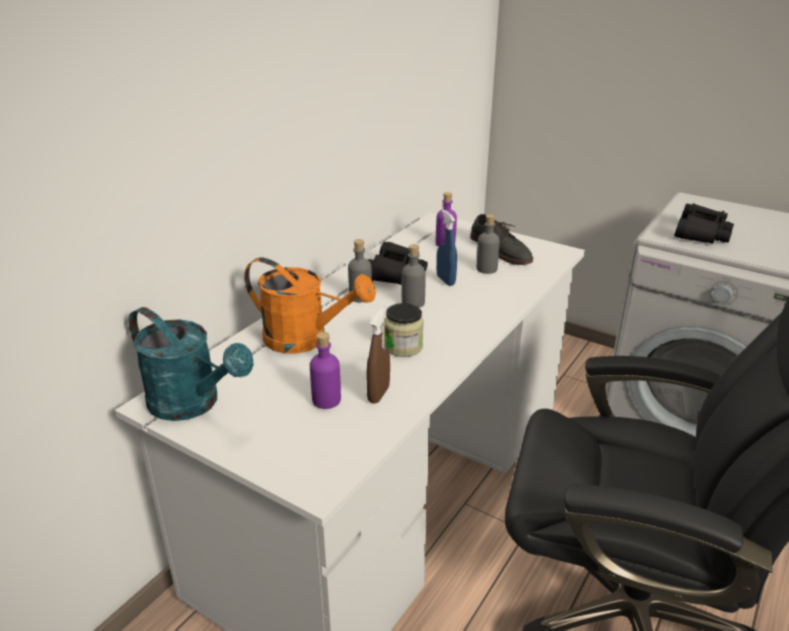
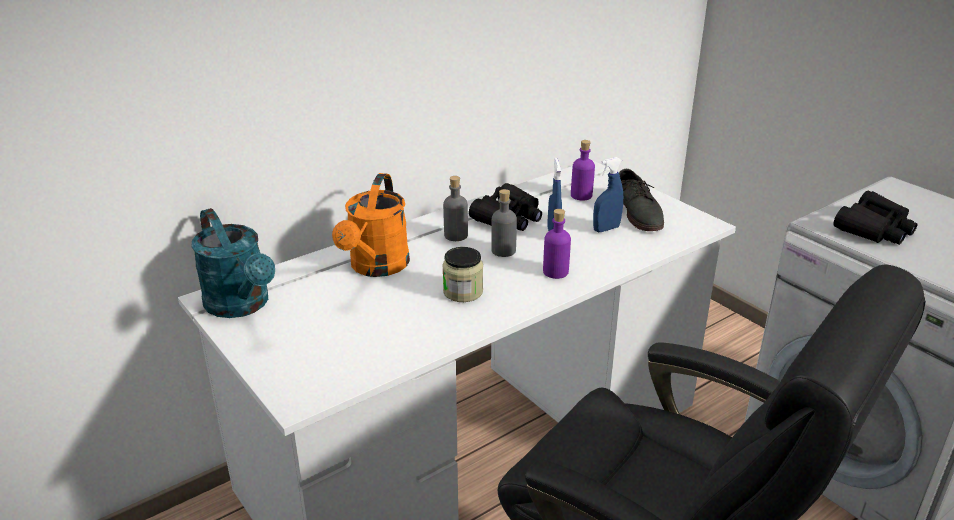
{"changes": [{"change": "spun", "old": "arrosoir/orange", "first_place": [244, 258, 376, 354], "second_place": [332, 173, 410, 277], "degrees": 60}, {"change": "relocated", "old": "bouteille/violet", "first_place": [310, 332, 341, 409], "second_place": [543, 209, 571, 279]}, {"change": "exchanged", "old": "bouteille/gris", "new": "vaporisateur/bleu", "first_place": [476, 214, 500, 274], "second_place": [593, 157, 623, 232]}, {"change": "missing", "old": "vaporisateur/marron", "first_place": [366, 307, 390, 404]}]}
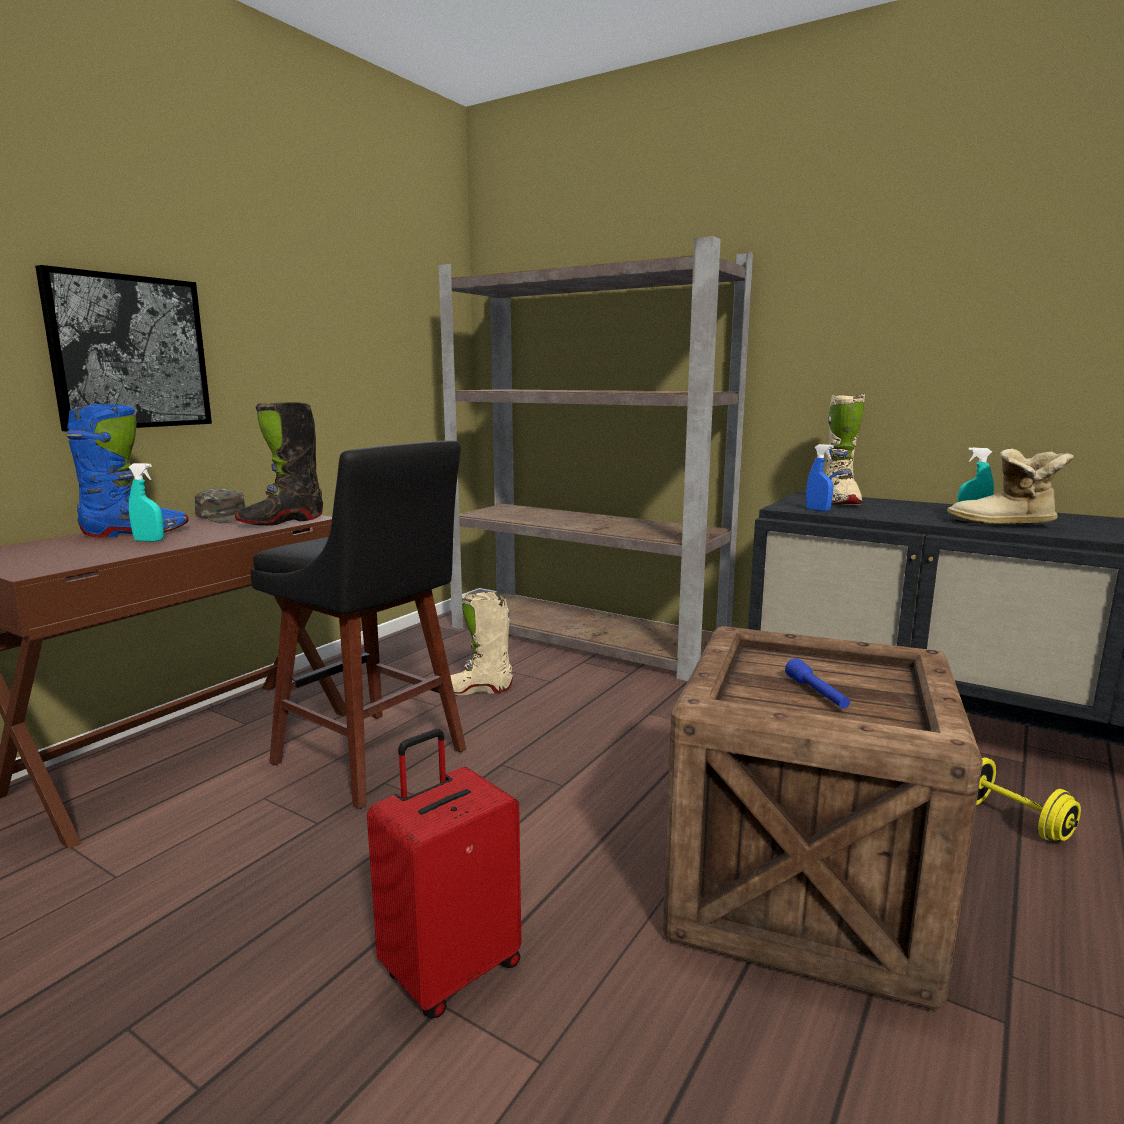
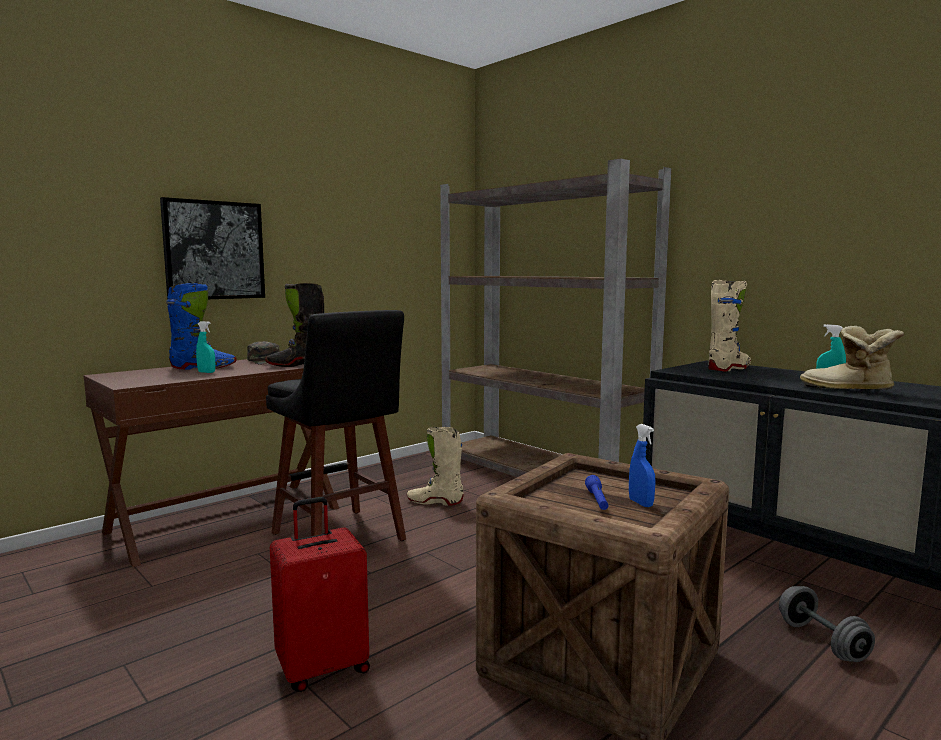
{"changes": [{"change": "relocated", "old": "vaporisateur/bleu", "first_place": [806, 444, 834, 511], "second_place": [629, 424, 656, 507]}, {"change": "spun", "old": "botte/beige", "first_place": [826, 394, 865, 505], "second_place": [709, 280, 751, 372], "degrees": -150}, {"change": "colour", "old": "haltère/jaune", "new": "haltère/gris", "first_place": [976, 758, 1081, 841], "second_place": [779, 586, 875, 662]}]}
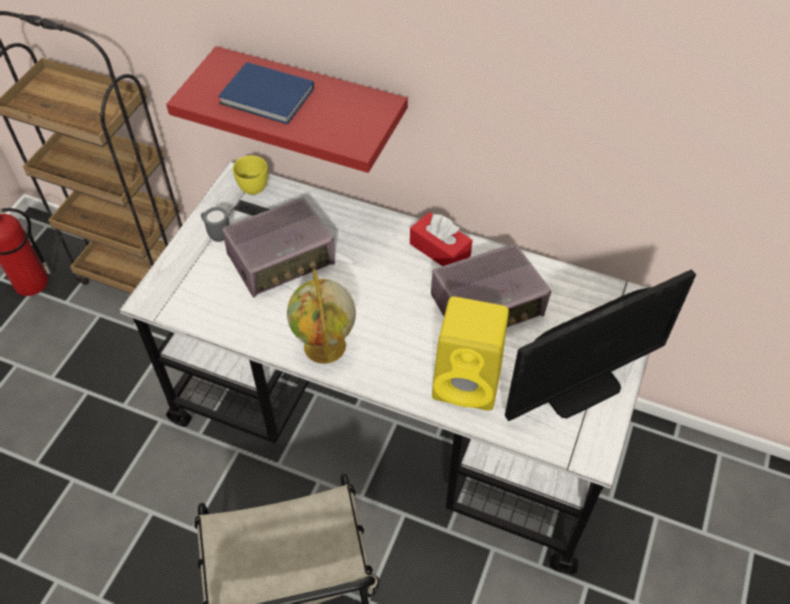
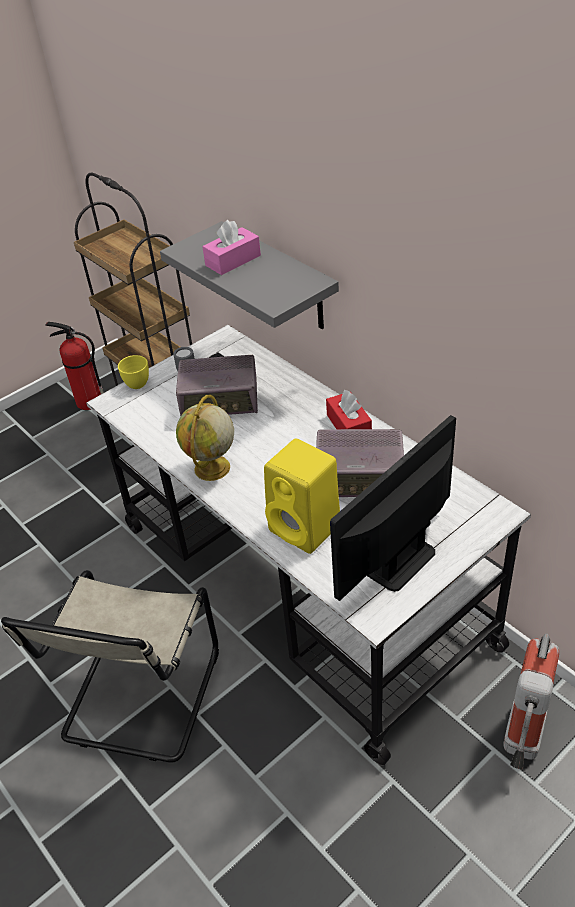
{"changes": [{"change": "relocated", "old": "tasse/jaune", "first_place": [233, 155, 268, 195], "second_place": [118, 355, 149, 389]}, {"change": "colour", "old": "étagère/rouge", "new": "étagère/gris", "first_place": [166, 46, 408, 173], "second_place": [160, 221, 339, 329]}, {"change": "exchanged", "old": "livre/bleu", "new": "boîte à mouchoirs/rose", "first_place": [218, 62, 314, 124], "second_place": [202, 220, 261, 275]}, {"change": "spun", "old": "écran d'ordinateur", "first_place": [505, 270, 696, 421], "second_place": [330, 415, 456, 601], "degrees": 135}, {"change": "appeared", "new": "extincteur", "second_place": [503, 633, 559, 769]}]}
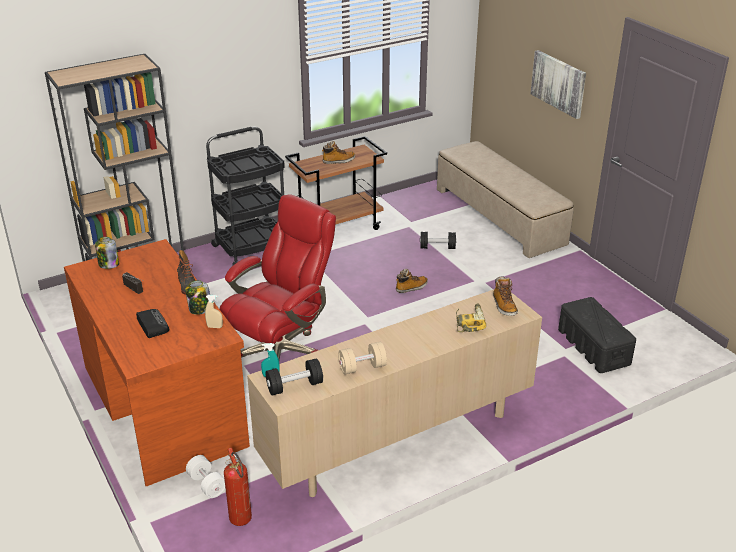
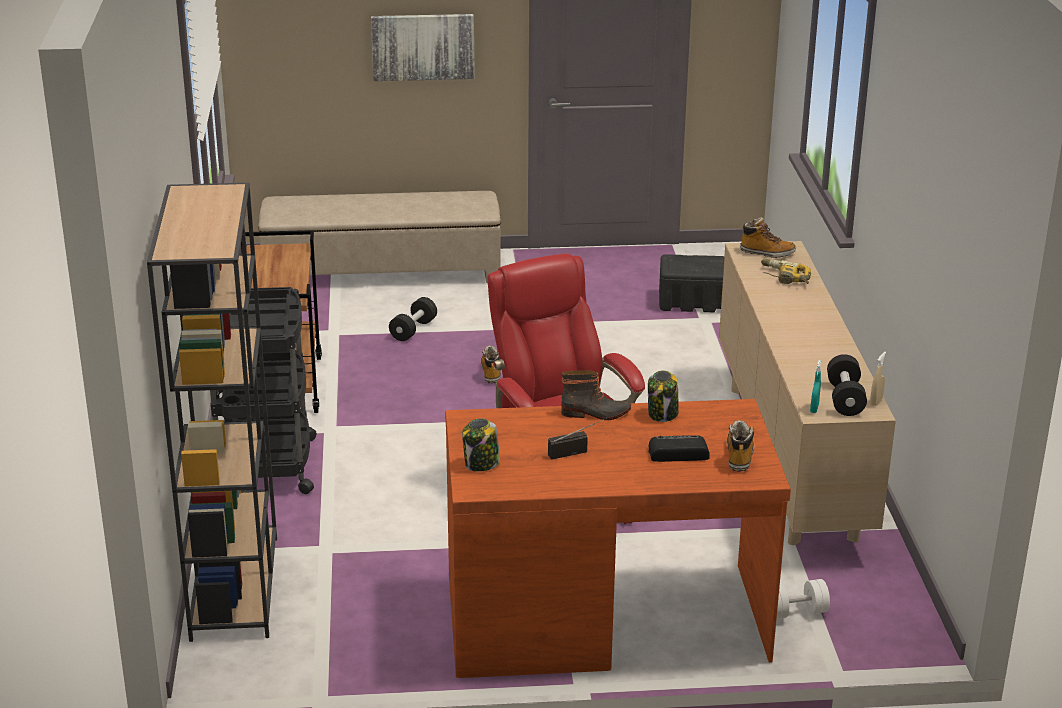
{"changes": [{"change": "relocated", "old": "botte", "first_place": [322, 141, 355, 164], "second_place": [727, 420, 755, 472]}, {"change": "relocated", "old": "vaporisateur/beige", "first_place": [205, 295, 223, 328], "second_place": [870, 352, 886, 406]}, {"change": "missing", "old": "extincteur", "first_place": [224, 448, 252, 526]}, {"change": "missing", "old": "haltère/beige", "first_place": [338, 342, 387, 375]}]}
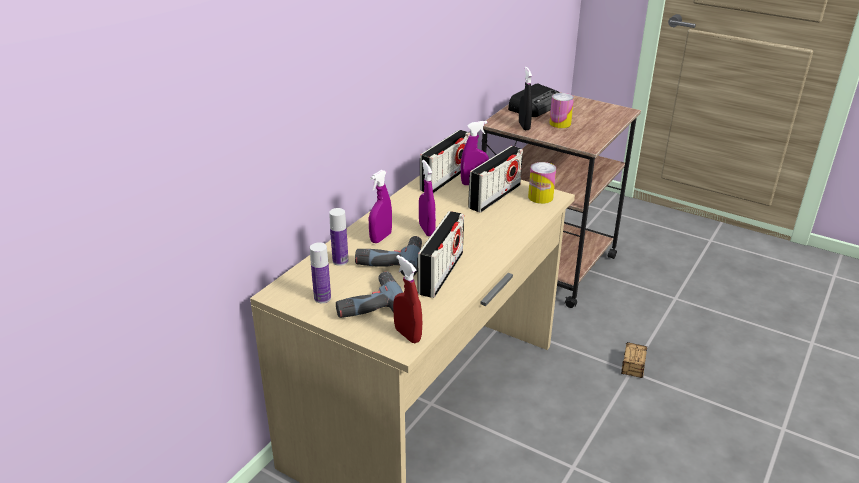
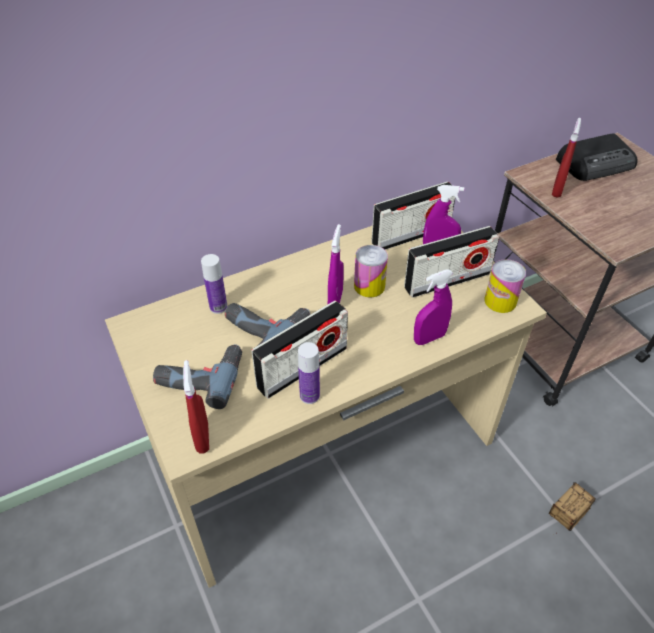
{"changes": [{"change": "relocated", "old": "bouteille", "first_place": [310, 242, 331, 303], "second_place": [298, 342, 320, 404]}, {"change": "relocated", "old": "boîte métallique", "first_place": [549, 93, 574, 128], "second_place": [354, 245, 388, 297]}, {"change": "relocated", "old": "vaporisateur/violet", "first_place": [369, 170, 392, 243], "second_place": [414, 269, 453, 345]}, {"change": "colour", "old": "vaporisateur/noir", "new": "vaporisateur/rouge", "first_place": [519, 67, 532, 130], "second_place": [552, 118, 581, 198]}]}
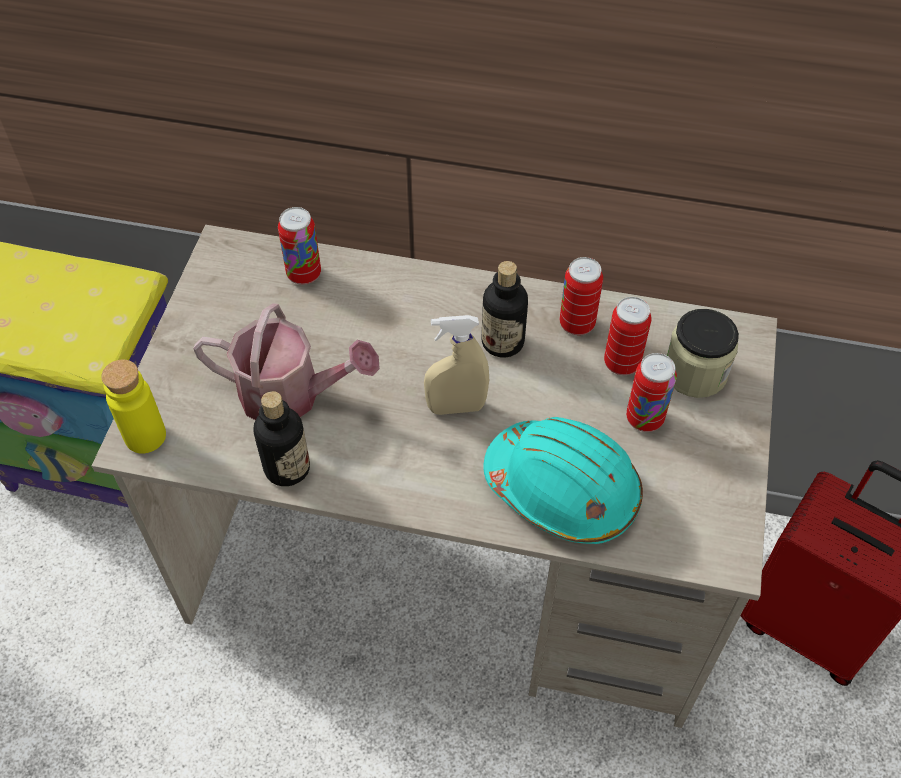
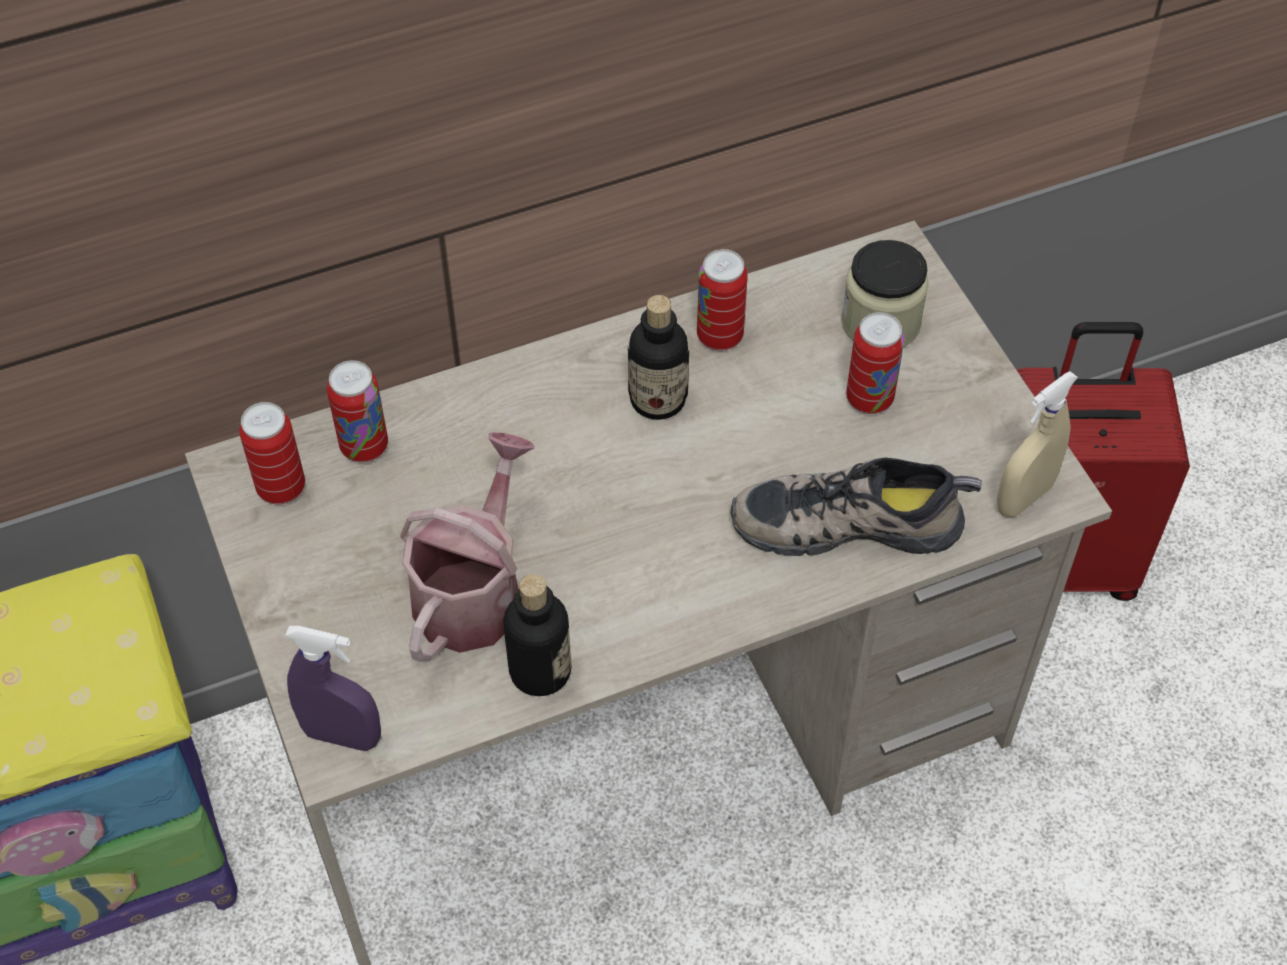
{"changes": [{"change": "relocated", "old": "boîte métallique", "first_place": [604, 297, 651, 375], "second_place": [239, 402, 305, 504]}, {"change": "exchanged", "old": "bouteille/jaune", "new": "vaporisateur/violet", "first_place": [101, 360, 166, 453], "second_place": [285, 626, 381, 751]}, {"change": "spun", "old": "arrosoir", "first_place": [193, 303, 380, 420], "second_place": [400, 433, 535, 662], "degrees": -45}, {"change": "exchanged", "old": "casque de chantier/turquoise", "new": "chaussure", "first_place": [483, 417, 643, 544], "second_place": [730, 457, 982, 556]}, {"change": "relocated", "old": "vaporisateur/beige", "first_place": [424, 315, 489, 415], "second_place": [997, 371, 1078, 518]}]}
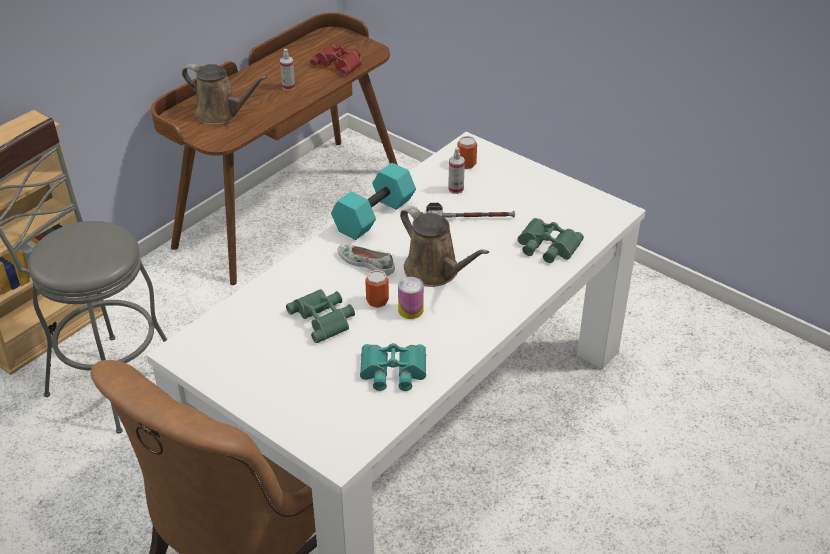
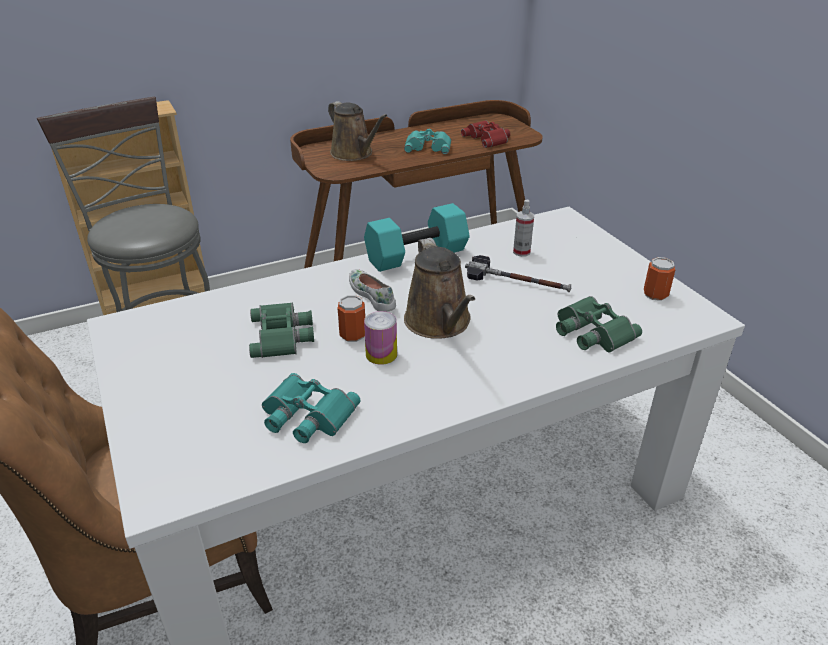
{"changes": [{"change": "exchanged", "old": "vaporisateur", "new": "jumelles/turquoise", "first_place": [280, 49, 295, 91], "second_place": [404, 129, 451, 154]}, {"change": "relocated", "old": "boîte métallique", "first_place": [457, 136, 477, 169], "second_place": [644, 257, 675, 301]}]}
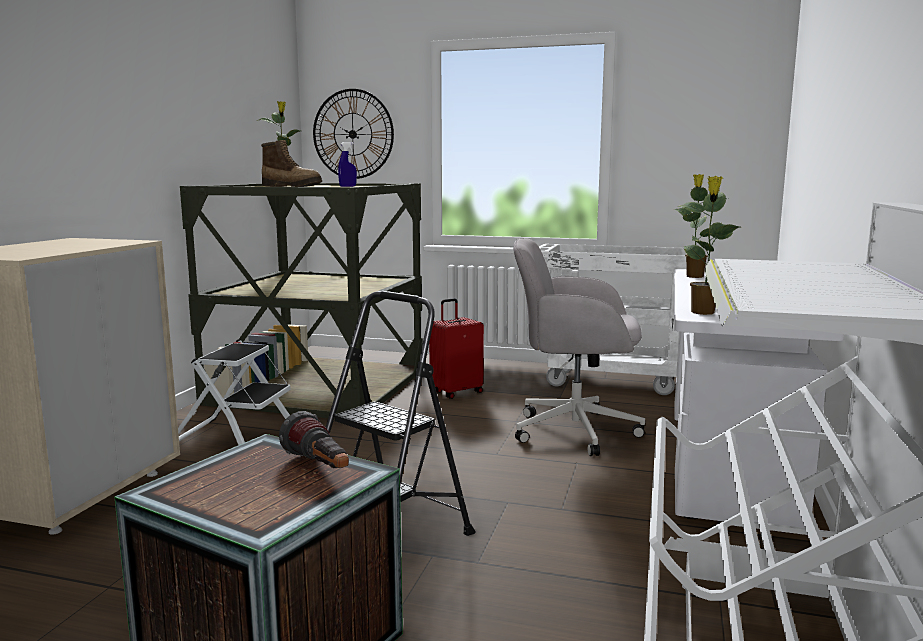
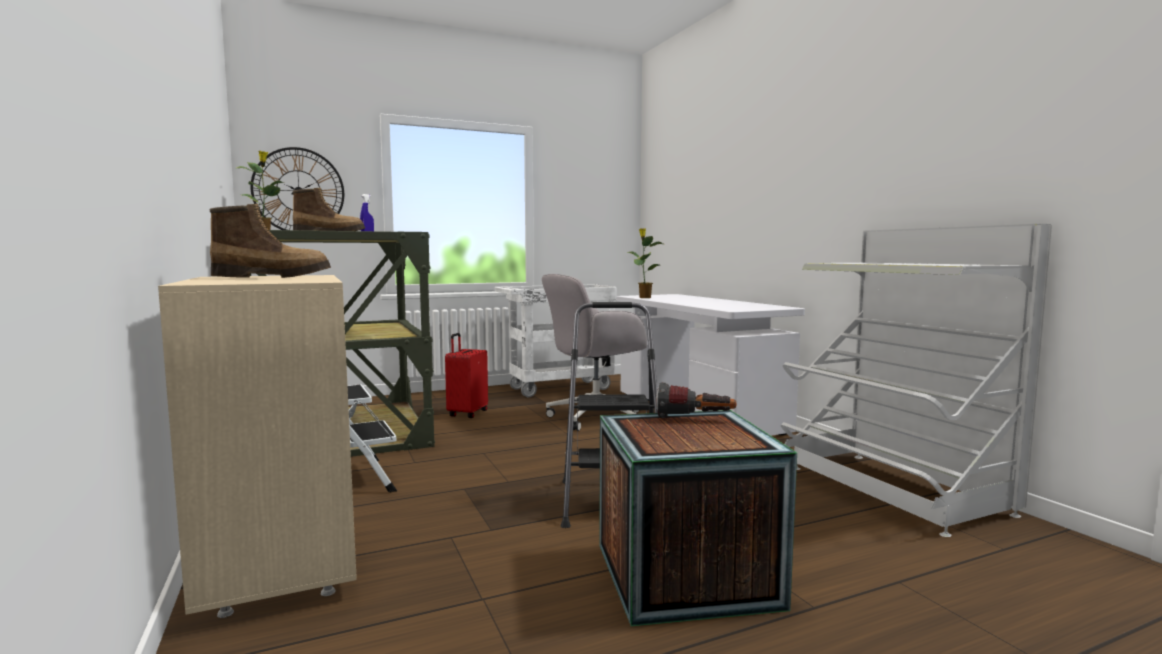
{"changes": [{"change": "appeared", "new": "botte", "second_place": [210, 204, 331, 278]}, {"change": "missing", "old": "plante en pot", "first_place": [677, 176, 740, 315]}]}
